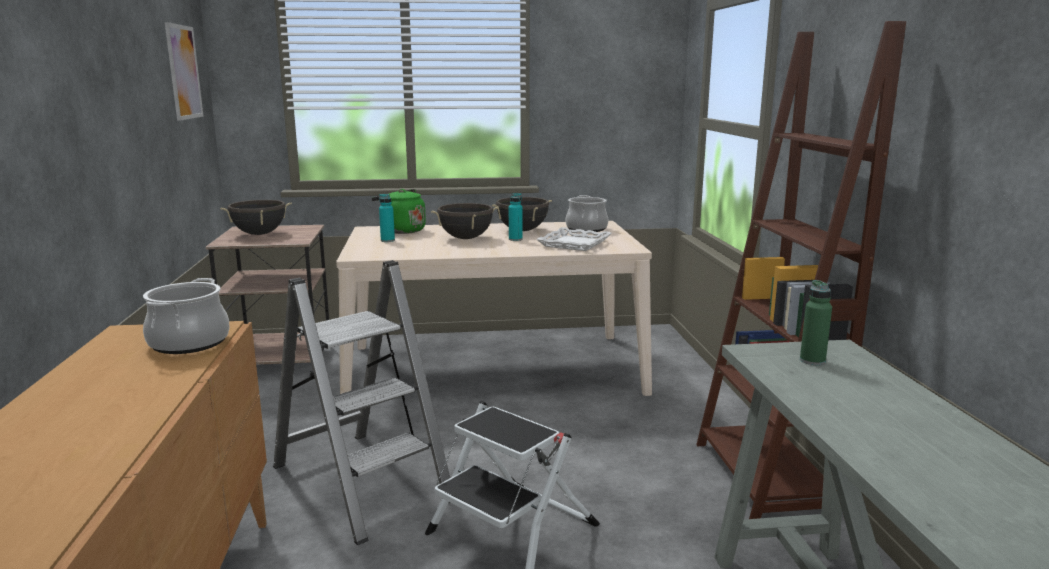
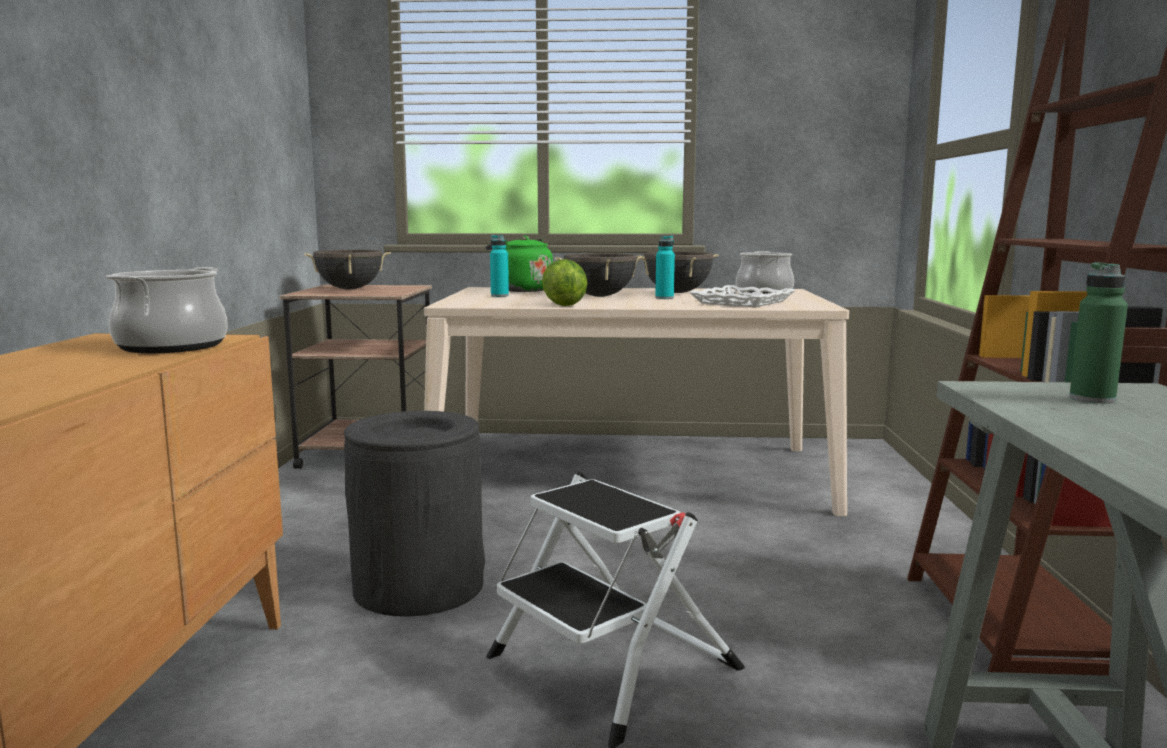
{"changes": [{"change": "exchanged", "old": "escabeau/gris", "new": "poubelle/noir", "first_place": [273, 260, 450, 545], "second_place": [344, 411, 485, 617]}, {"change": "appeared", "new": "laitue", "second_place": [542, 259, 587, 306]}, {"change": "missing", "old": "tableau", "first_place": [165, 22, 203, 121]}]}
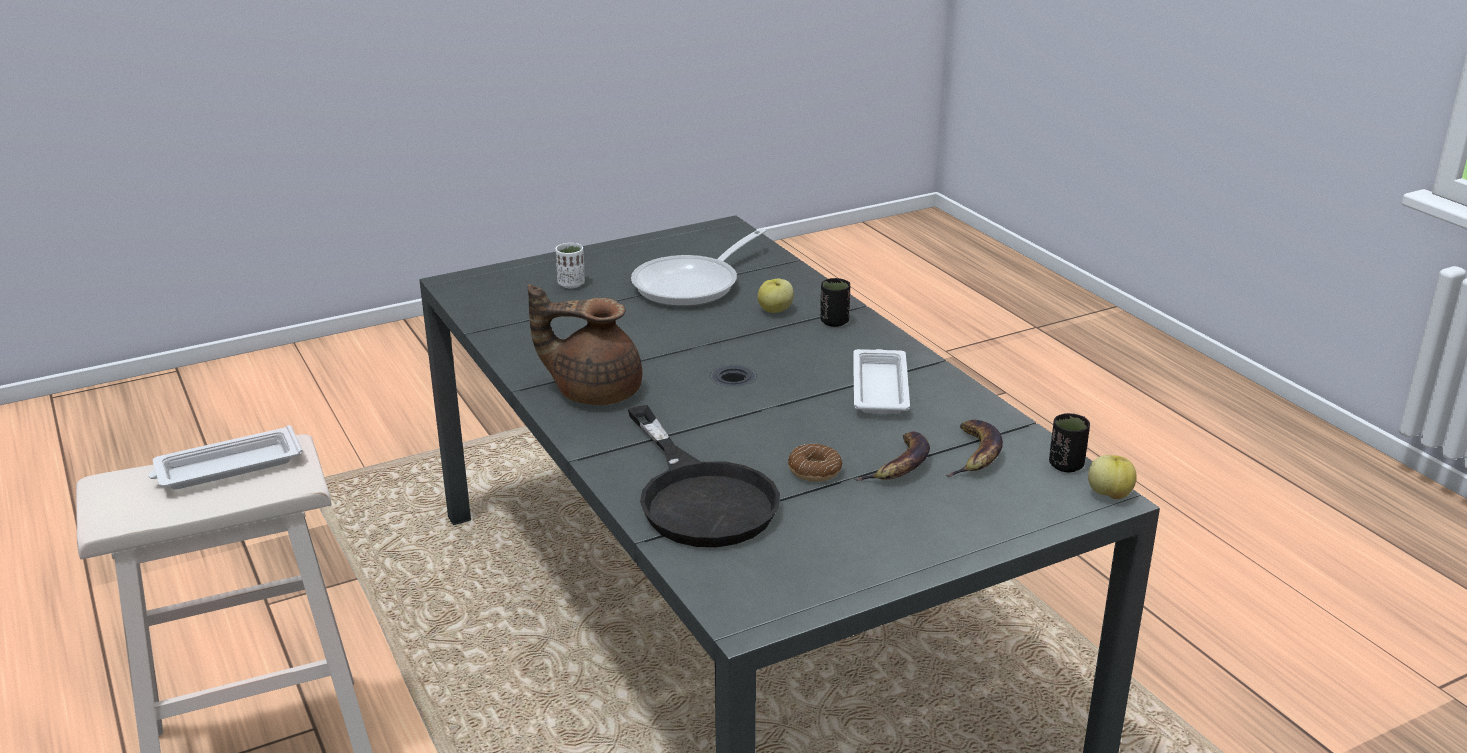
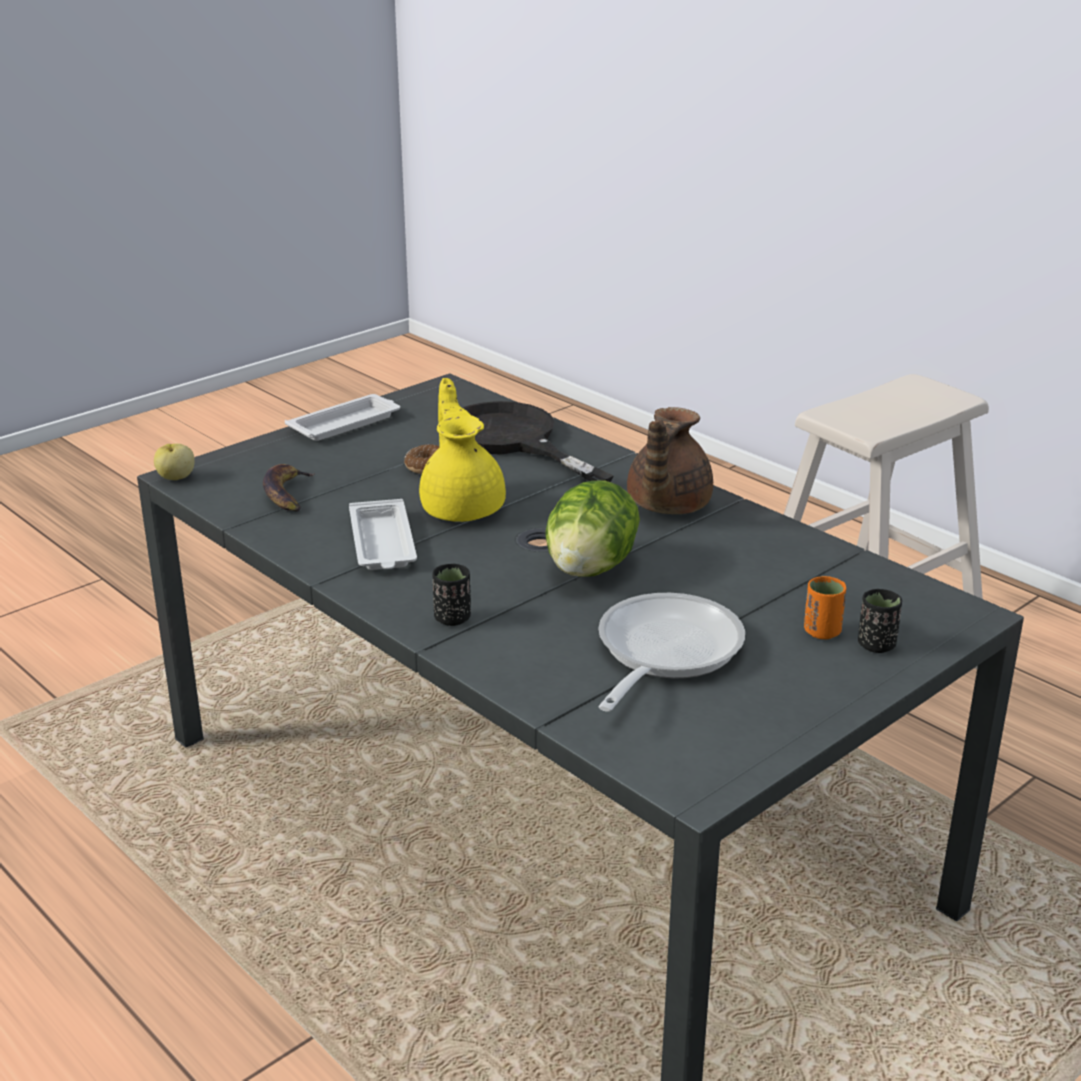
{"changes": [{"change": "relocated", "old": "plateau/blanc", "first_place": [149, 425, 303, 490], "second_place": [285, 394, 400, 441]}, {"change": "appeared", "new": "théière/jaune", "second_place": [419, 378, 506, 522]}, {"change": "appeared", "new": "laitue", "second_place": [545, 480, 640, 576]}, {"change": "spun", "old": "théière/marron", "first_place": [528, 284, 642, 405], "second_place": [627, 407, 713, 514], "degrees": 120}, {"change": "colour", "old": "tasse/blanc", "new": "tasse/orange", "first_place": [556, 243, 585, 288], "second_place": [804, 576, 846, 639]}, {"change": "relocated", "old": "tasse/noir", "first_place": [1049, 413, 1090, 472], "second_place": [858, 589, 902, 653]}, {"change": "missing", "old": "pomme", "first_place": [758, 279, 794, 313]}, {"change": "missing", "old": "banane", "first_place": [855, 431, 930, 481]}]}
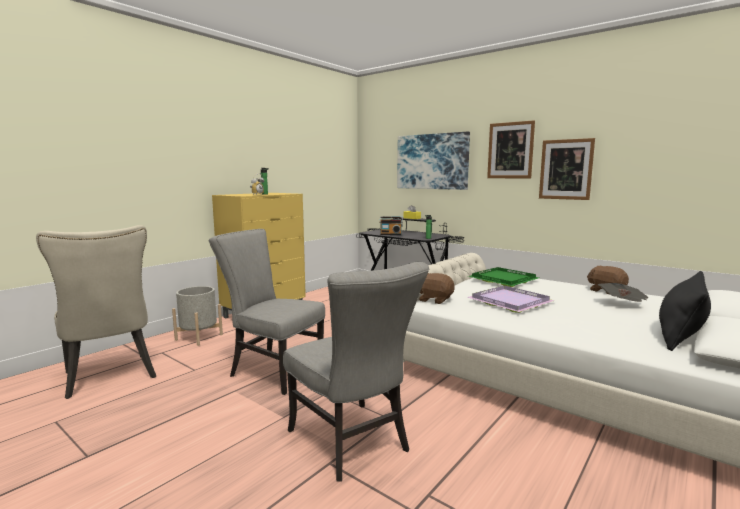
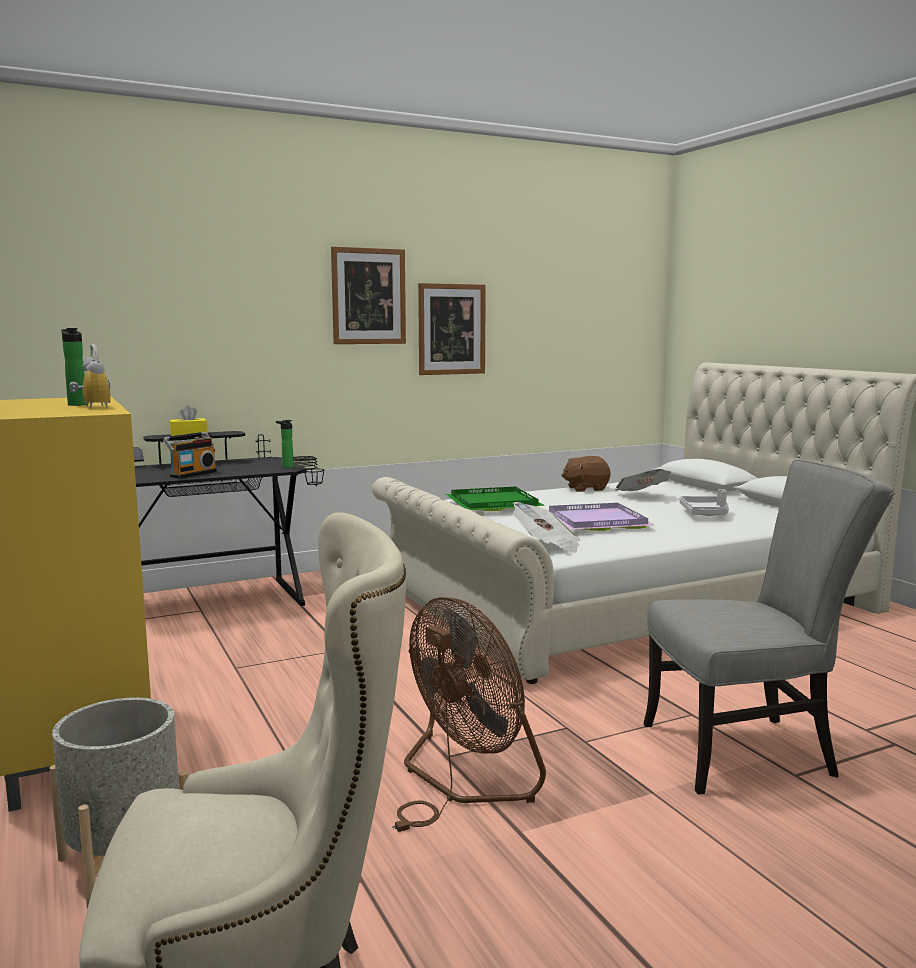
{"changes": [{"change": "exchanged", "old": "chaise/gris", "new": "ventilateur/marron", "first_place": [209, 229, 325, 395], "second_place": [392, 597, 546, 832]}, {"change": "exchanged", "old": "peluche/marron", "new": "journal", "first_place": [419, 273, 455, 304], "second_place": [513, 502, 580, 553]}, {"change": "appeared", "new": "plateau/gris", "second_place": [680, 489, 729, 516]}, {"change": "missing", "old": "tableau", "first_place": [397, 131, 470, 190]}, {"change": "missing", "old": "coussin/noir", "first_place": [659, 271, 711, 351]}]}
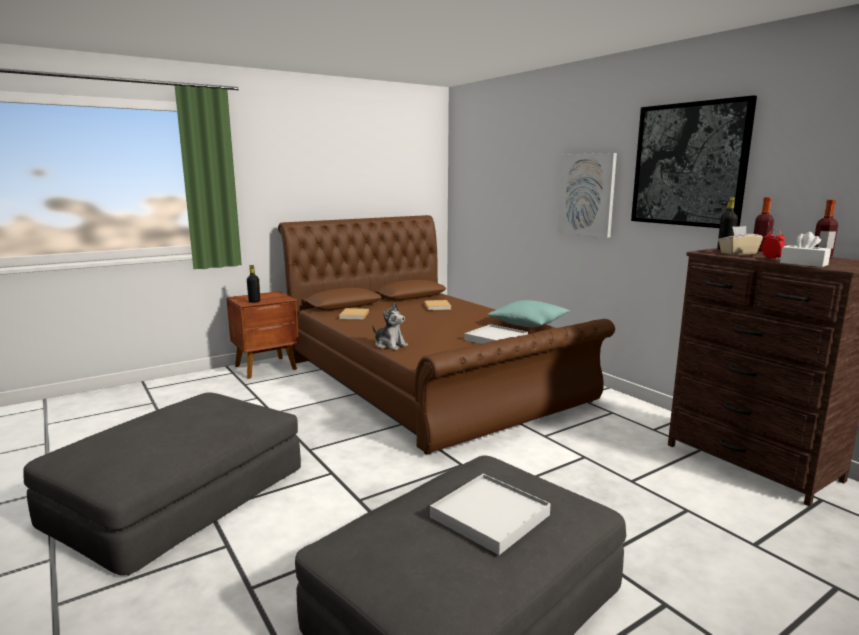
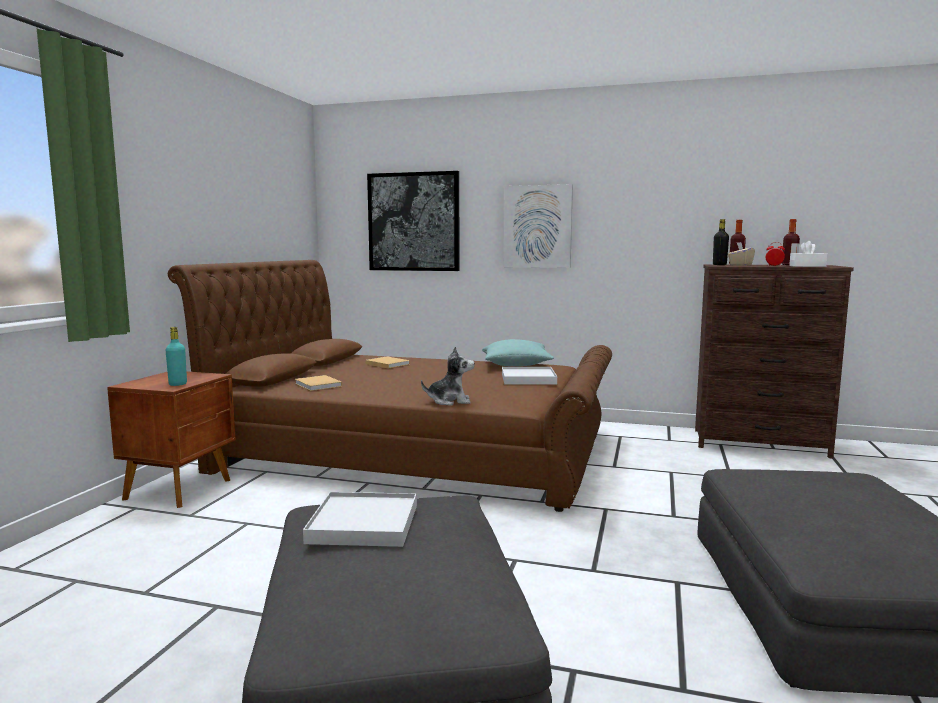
{"changes": [{"change": "colour", "old": "bouteille/noir", "new": "bouteille/turquoise", "first_place": [247, 265, 260, 303], "second_place": [166, 327, 187, 386]}, {"change": "relocated", "old": "plateau/blanc", "first_place": [430, 474, 551, 555], "second_place": [303, 492, 417, 547]}, {"change": "relocated", "old": "tableau", "first_place": [631, 95, 757, 228], "second_place": [367, 171, 460, 271]}]}
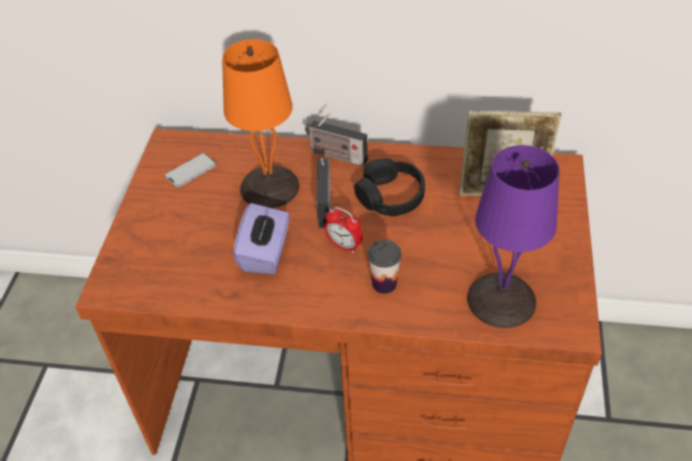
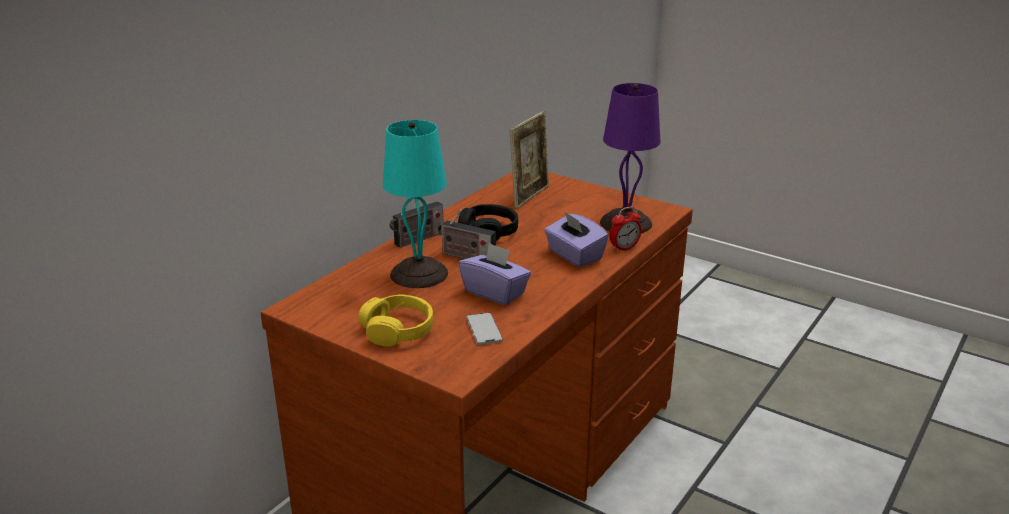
{"changes": [{"change": "appeared", "new": "casque audio/jaune", "second_place": [358, 294, 433, 347]}, {"change": "colour", "old": "lampe de table/orange", "new": "lampe de table/turquoise", "first_place": [222, 39, 299, 208], "second_place": [383, 120, 448, 288]}, {"change": "relocated", "old": "téléphone", "first_place": [165, 153, 216, 188], "second_place": [467, 312, 503, 345]}, {"change": "exchanged", "old": "tasse", "new": "boîte à mouchoirs/violet", "first_place": [368, 240, 402, 294], "second_place": [544, 211, 609, 267]}, {"change": "relocated", "old": "réveil", "first_place": [324, 207, 363, 253], "second_place": [609, 207, 642, 252]}]}
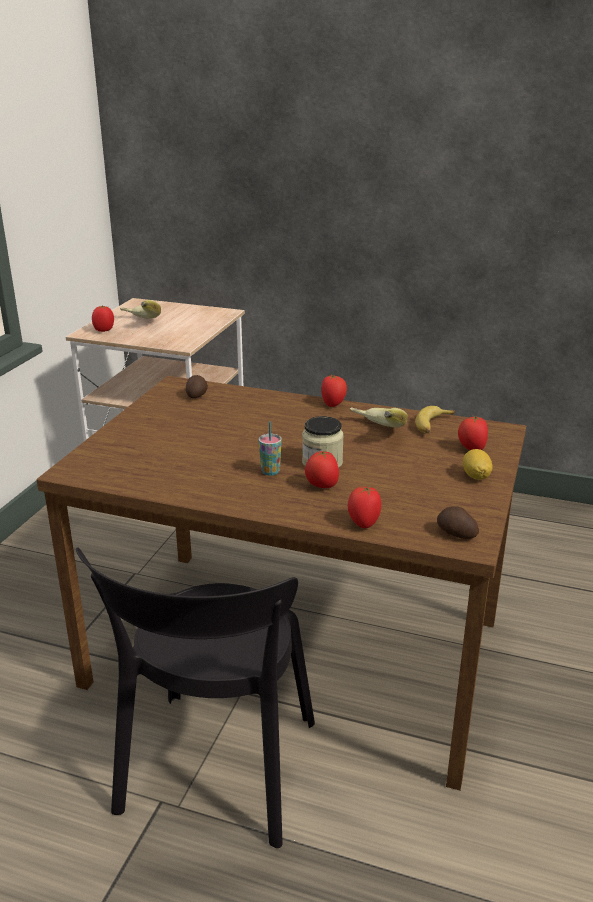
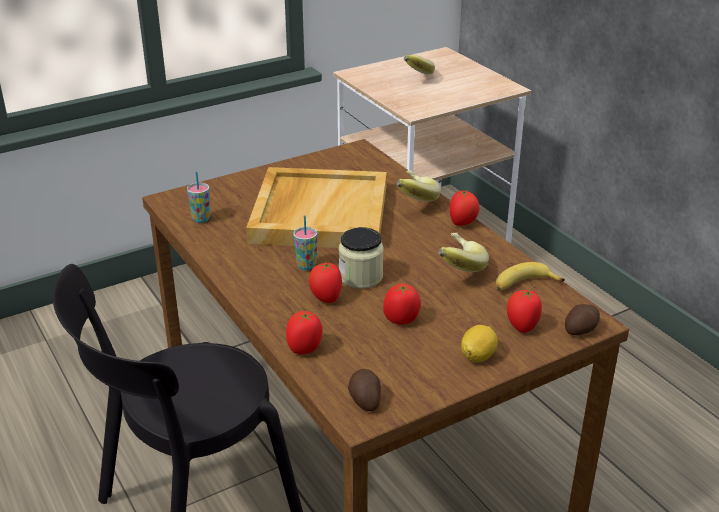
{"changes": [{"change": "appeared", "new": "tasse", "second_place": [187, 171, 210, 223]}, {"change": "appeared", "new": "plateau/beige", "second_place": [246, 167, 387, 248]}, {"change": "relocated", "old": "tomate", "first_place": [92, 305, 114, 332], "second_place": [383, 284, 421, 325]}, {"change": "appeared", "new": "banane", "second_place": [397, 170, 441, 202]}, {"change": "relocated", "old": "pomme de terre", "first_place": [186, 375, 208, 398], "second_place": [565, 304, 600, 335]}]}
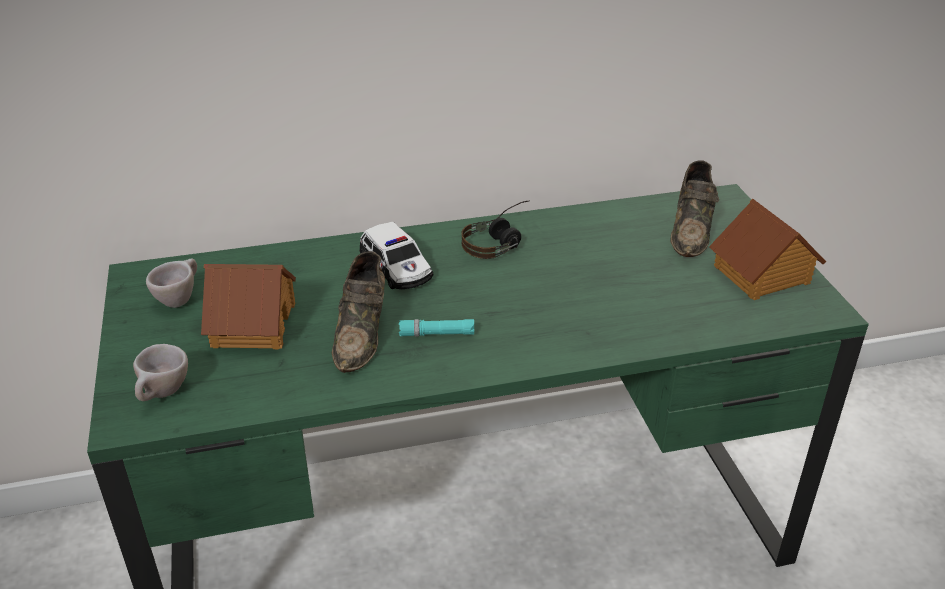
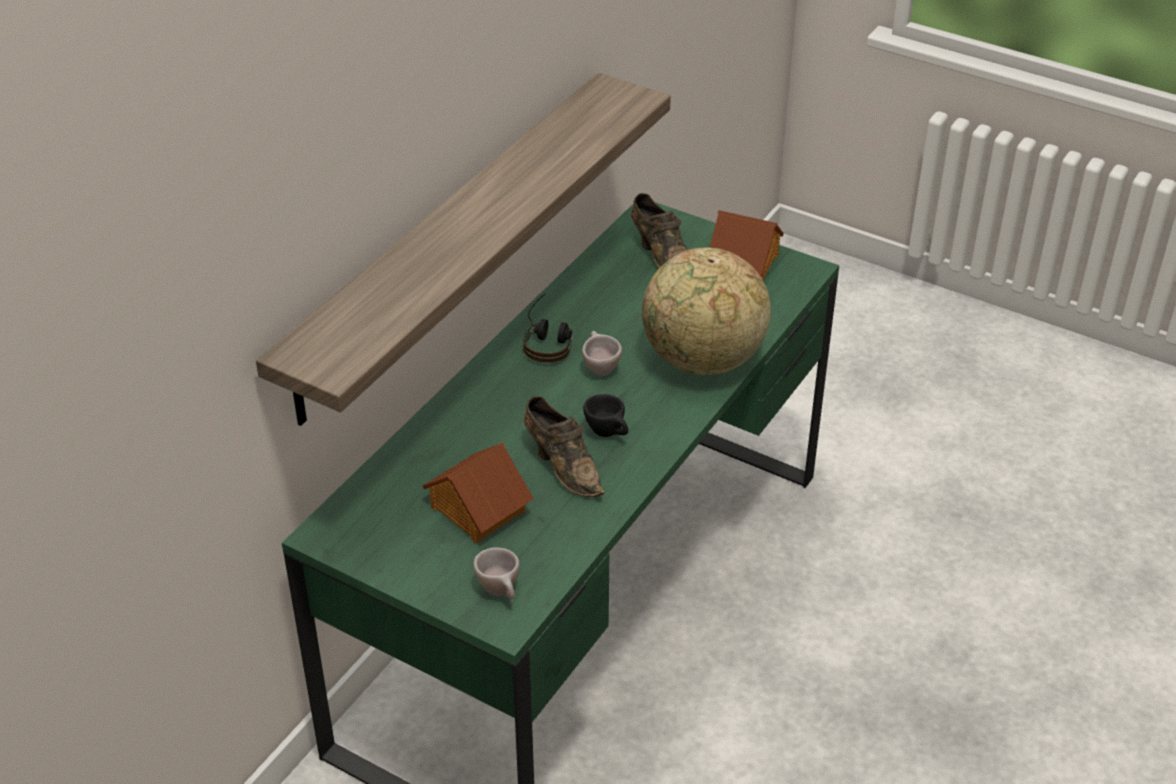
{"changes": [{"change": "appeared", "new": "étagère", "second_place": [256, 73, 671, 426]}, {"change": "relocated", "old": "tasse/beige", "first_place": [146, 258, 197, 308], "second_place": [582, 331, 622, 376]}, {"change": "exchanged", "old": "lampe de poche/turquoise", "new": "tasse/noir", "first_place": [399, 319, 474, 337], "second_place": [583, 394, 628, 437]}, {"change": "appeared", "new": "globe", "second_place": [642, 247, 771, 375]}, {"change": "missing", "old": "petite voiture", "first_place": [360, 222, 433, 289]}]}
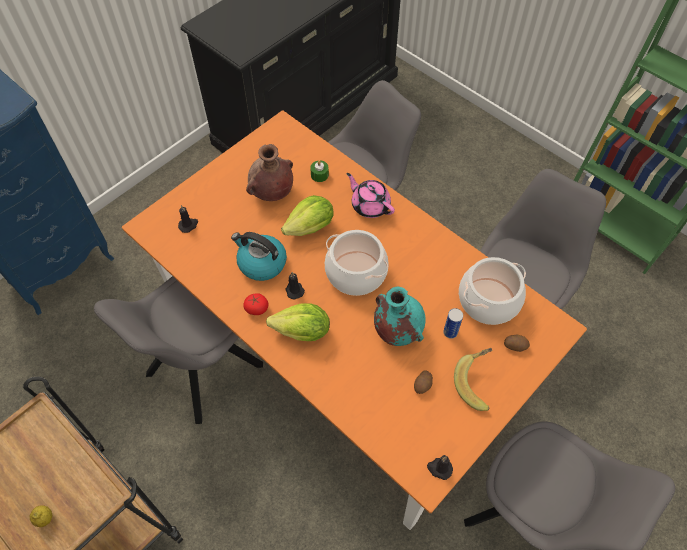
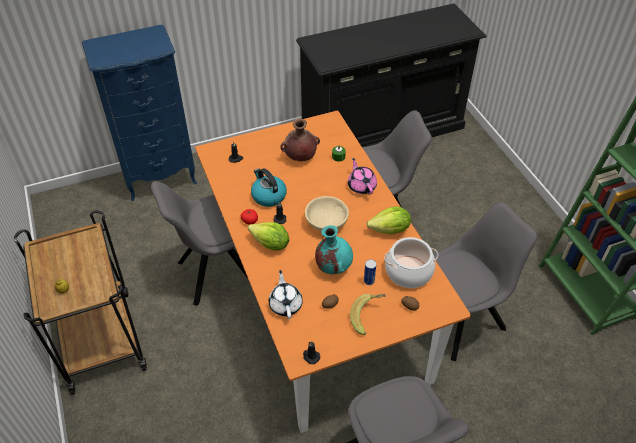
{"changes": [{"change": "appeared", "new": "théière/blanc", "second_place": [269, 270, 303, 319]}, {"change": "exchanged", "old": "marmite", "new": "bol/beige", "first_place": [325, 230, 389, 296], "second_place": [305, 196, 349, 231]}, {"change": "relocated", "old": "laitue", "first_place": [281, 195, 334, 236], "second_place": [367, 206, 411, 234]}]}
